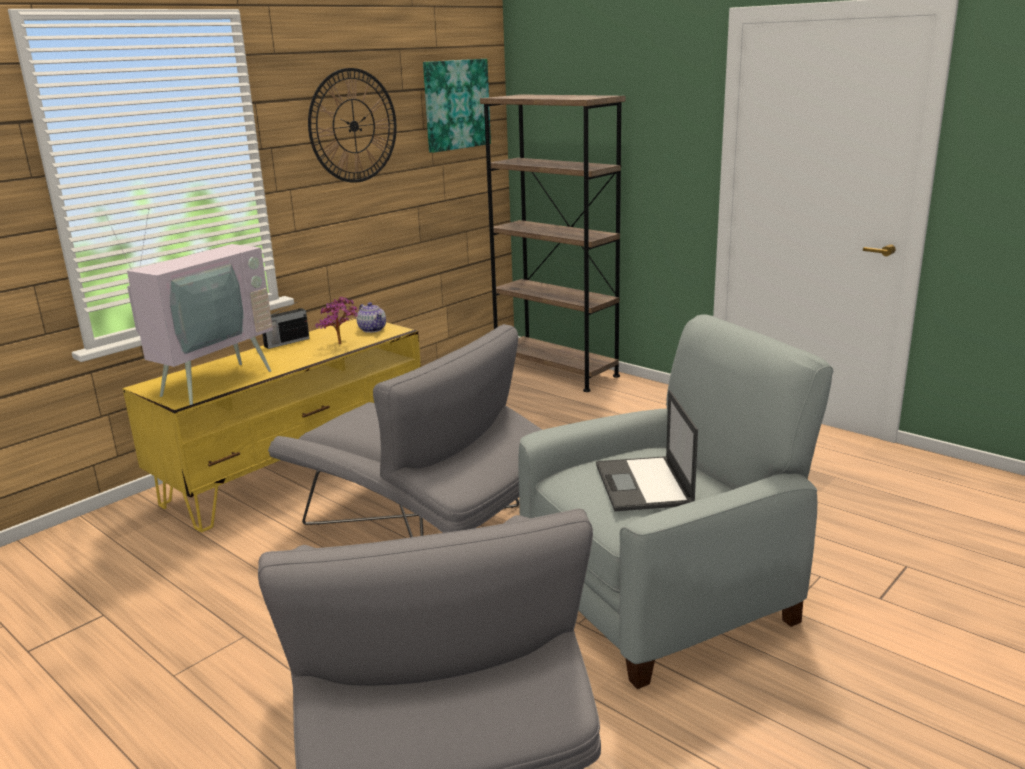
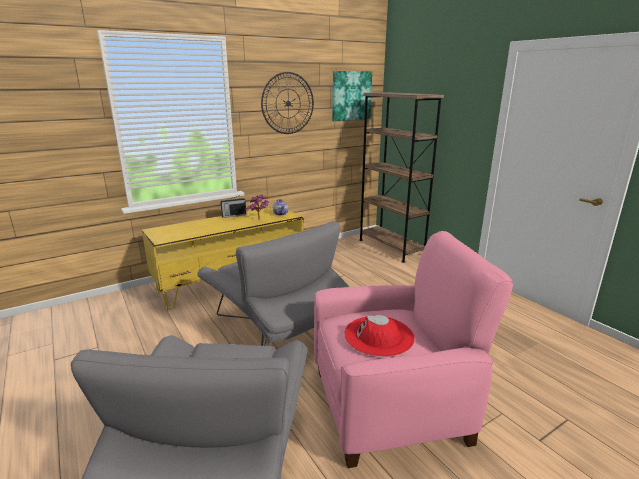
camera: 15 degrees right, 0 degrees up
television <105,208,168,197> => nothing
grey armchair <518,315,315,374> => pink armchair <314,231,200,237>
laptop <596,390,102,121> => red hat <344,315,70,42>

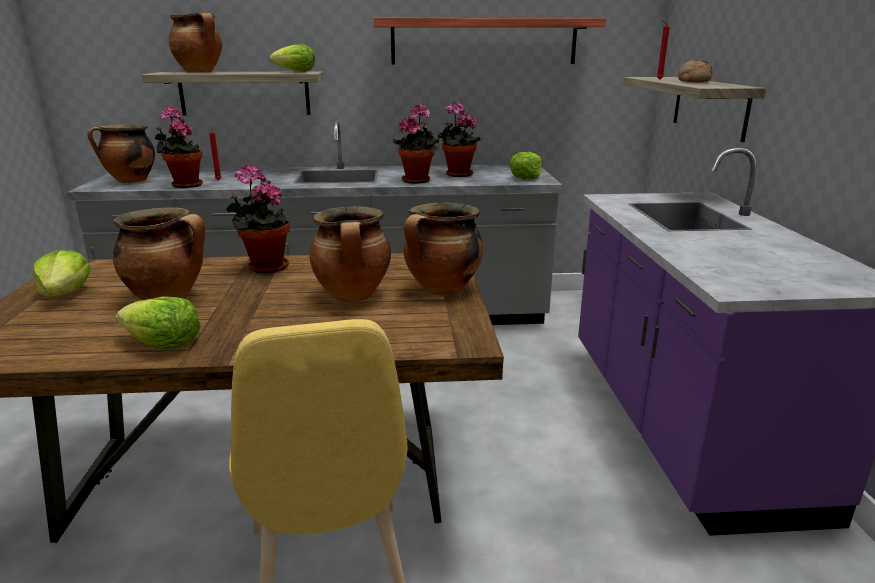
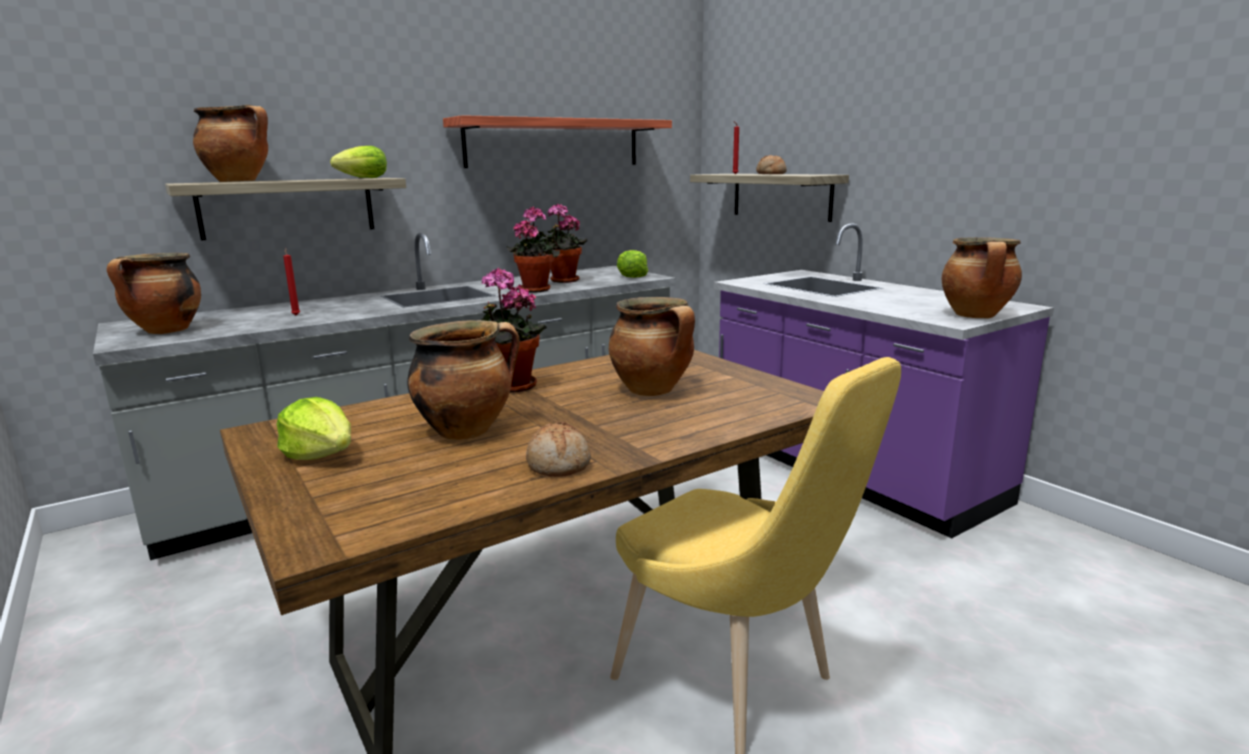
camera: 30 degrees left, 5 degrees down
potted plant <155,106,48,82> => nothing
cooking pot <404,203,79,93> => cooking pot <941,237,81,81>, moved
lettuce <115,296,86,54> => bread <526,422,65,55>

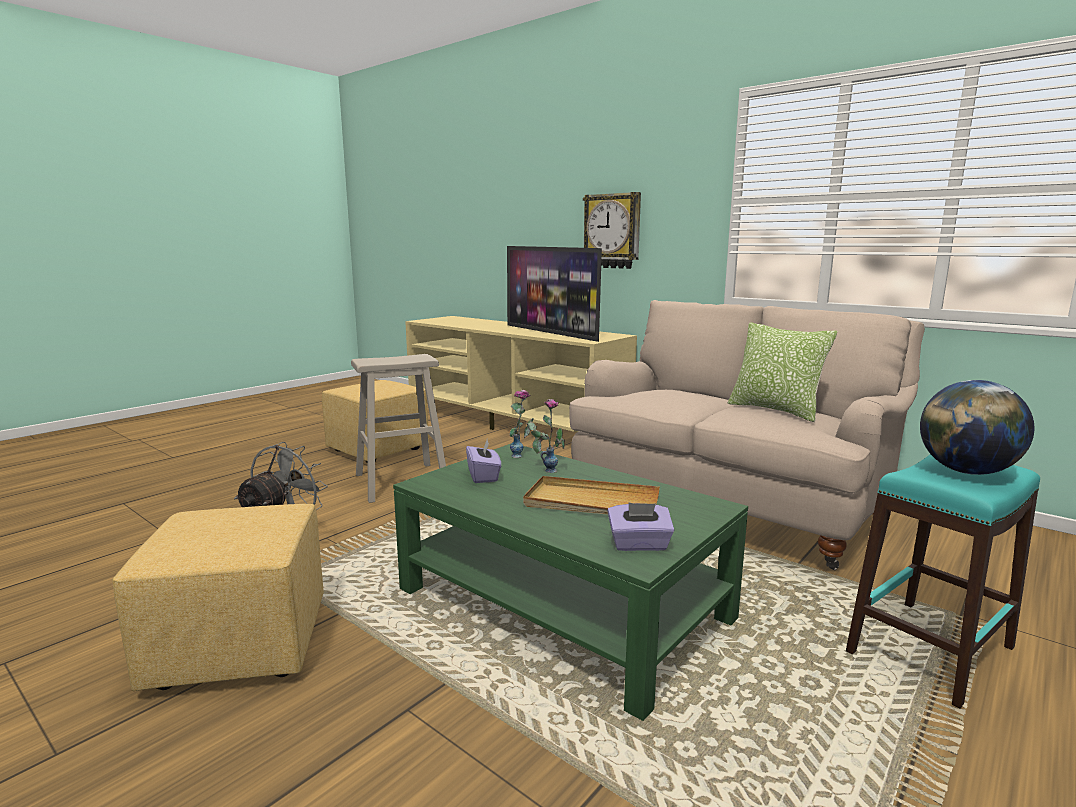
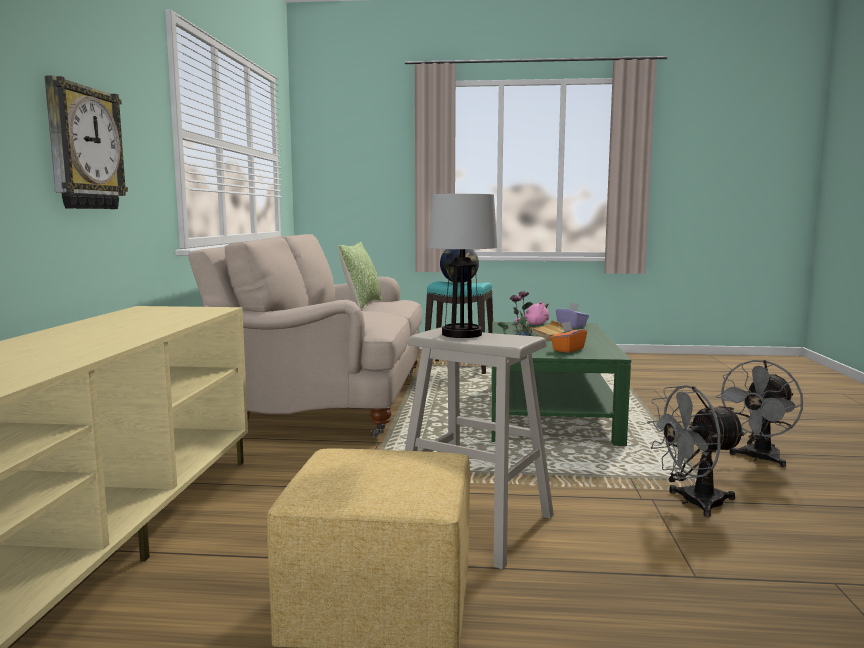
camera: 125 degrees left, 5 degrees down
television <507,246,95,96> => nothing
purple tissue box <466,440,35,43> => orange tissue box <550,322,37,31>
yellow ottoman <112,504,212,187> => grey fan <715,360,88,107>
nothing => table lamp <428,194,69,144>
nothing => pink plush toy <514,302,35,23>

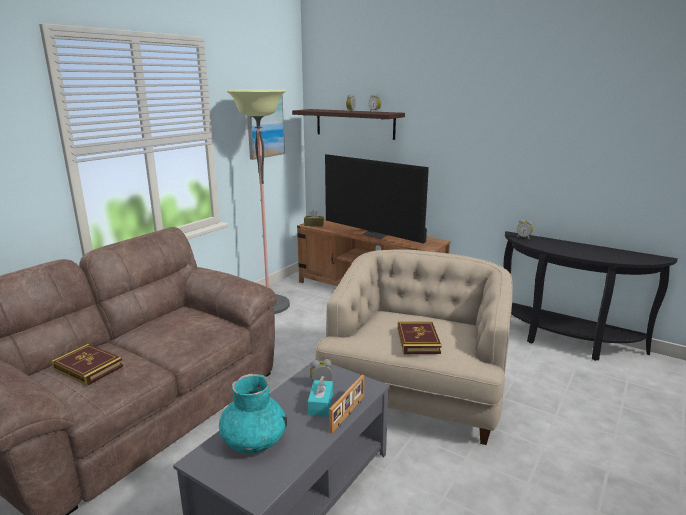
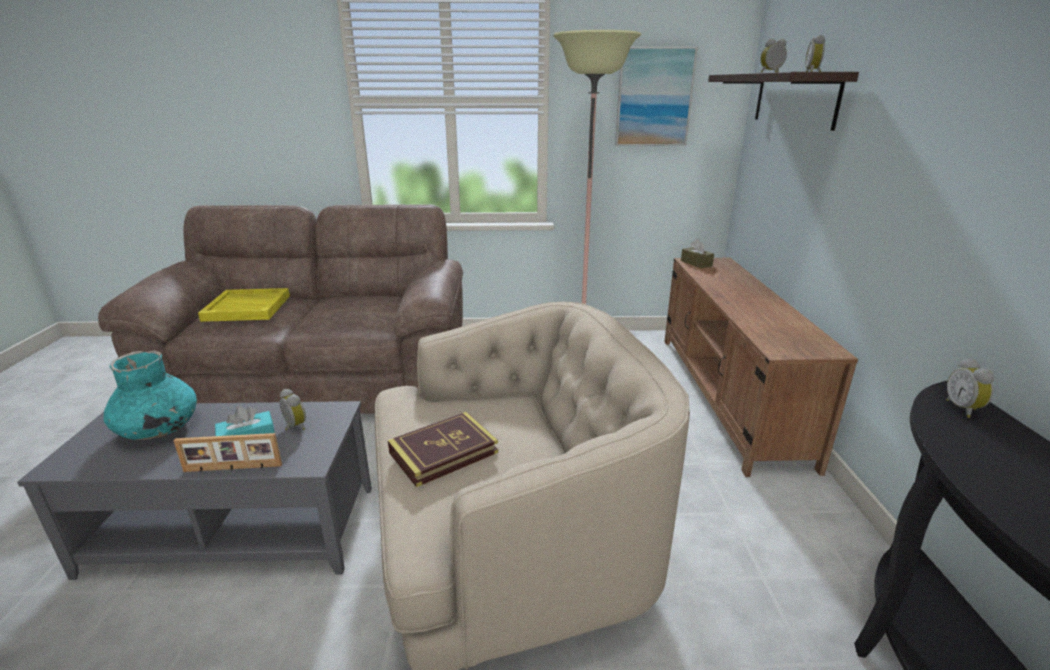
camera: 55 degrees right, 5 degrees up
television <325,154,104,90> => nothing
book <51,344,72,42> => yellow tray <198,288,92,34>

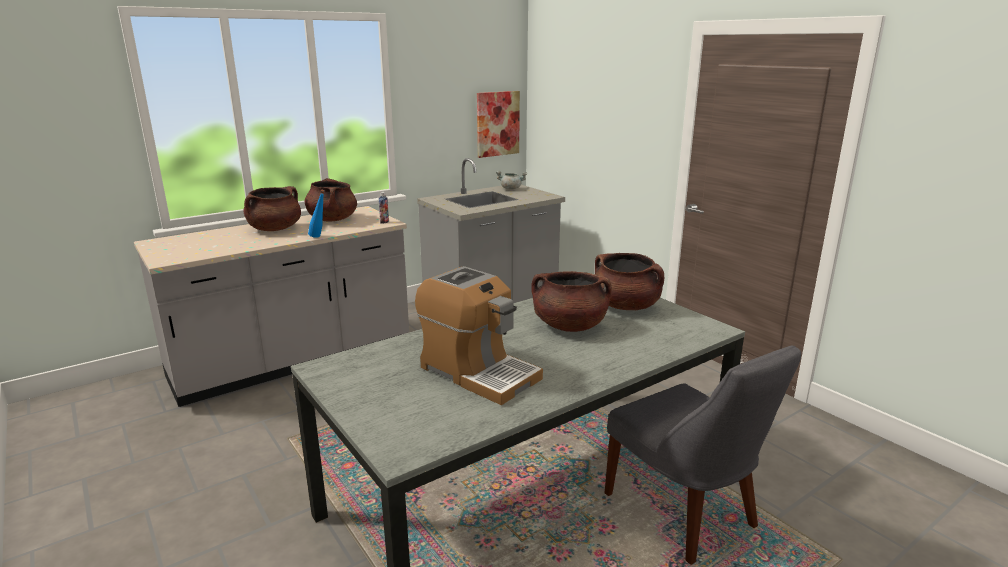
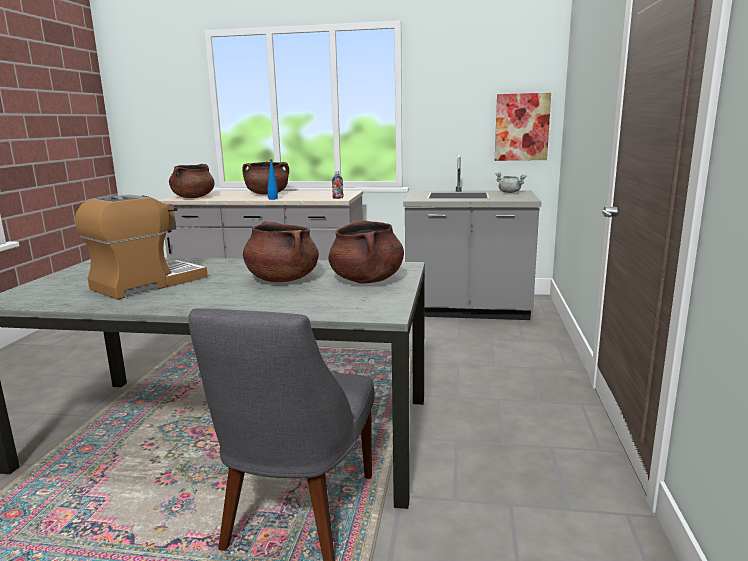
camera: 45 degrees right, 5 degrees down
brown cooking pot <305,178,52,43> => brown cooking pot <169,164,46,34>, moved
coffee machine <415,266,128,139> => coffee machine <75,195,133,105>, 135 degrees counterclockwise

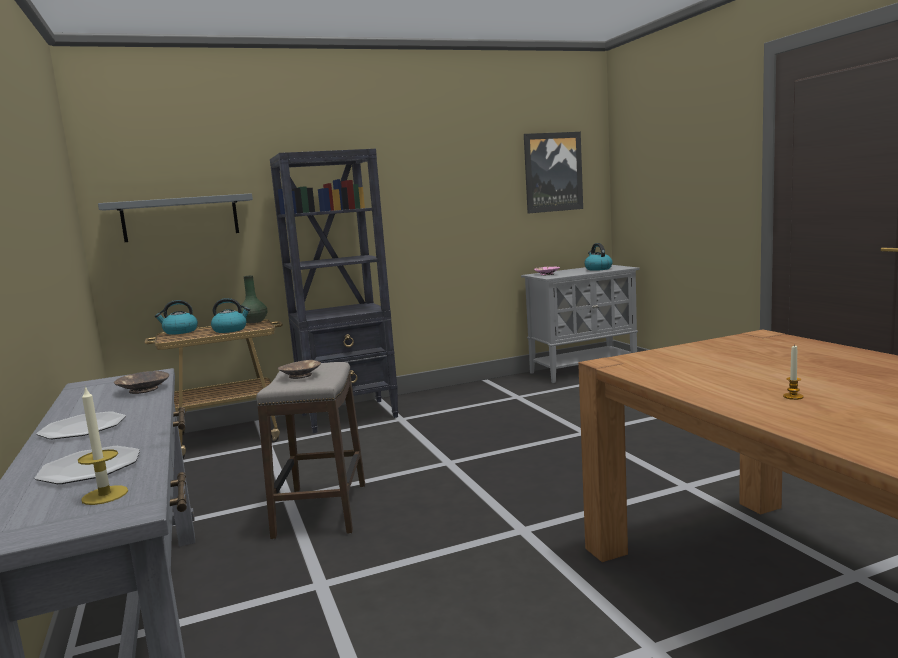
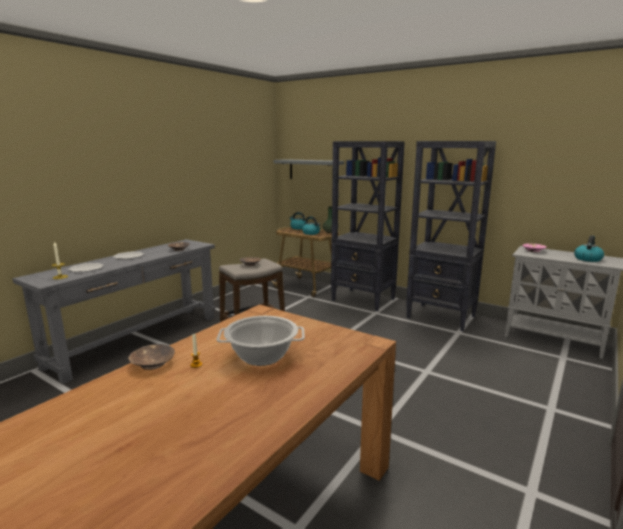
camera: 55 degrees right, 5 degrees up
picture <524,132,59,81> => nothing
nothing => black bookcase <406,141,90,190>
nothing => cooking pot <217,316,88,50>
nothing => brown bowl <128,344,47,26>

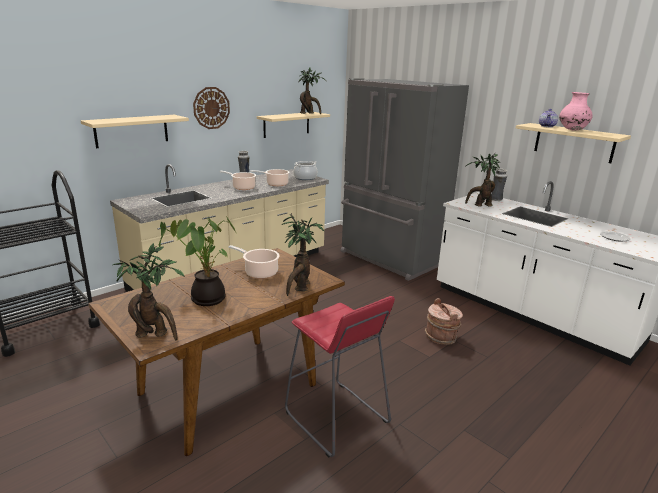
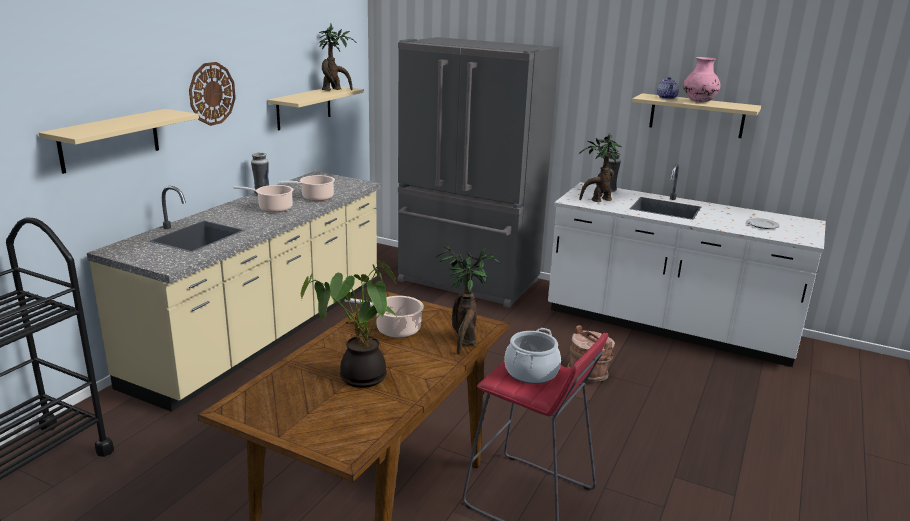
camera: 20 degrees left, 0 degrees up
cooking pot <293,161,24,19> => cooking pot <504,328,57,56>, moved
potted plant <113,243,72,98> => nothing

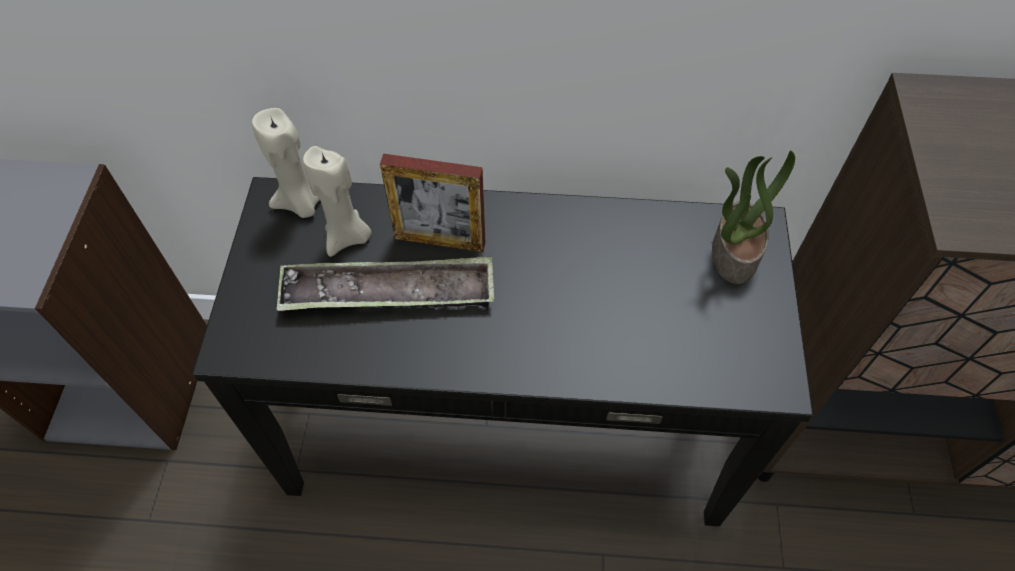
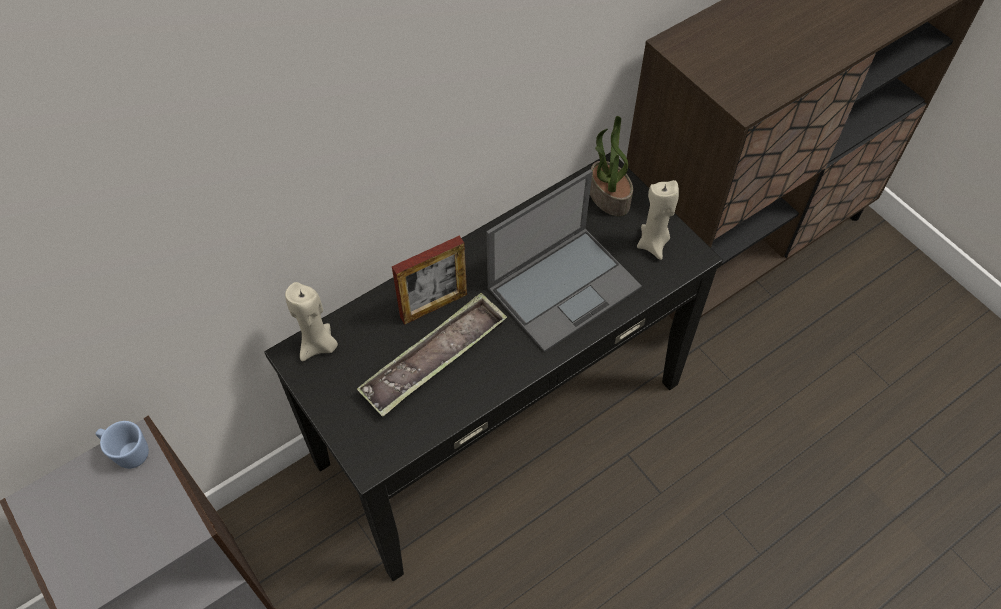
camera: 40 degrees left, 0 degrees up
beige candle <303,146,69,111> => beige candle <637,180,42,80>, moved
nothing => laptop <487,169,155,183>
nothing => blue mug <96,421,53,48>

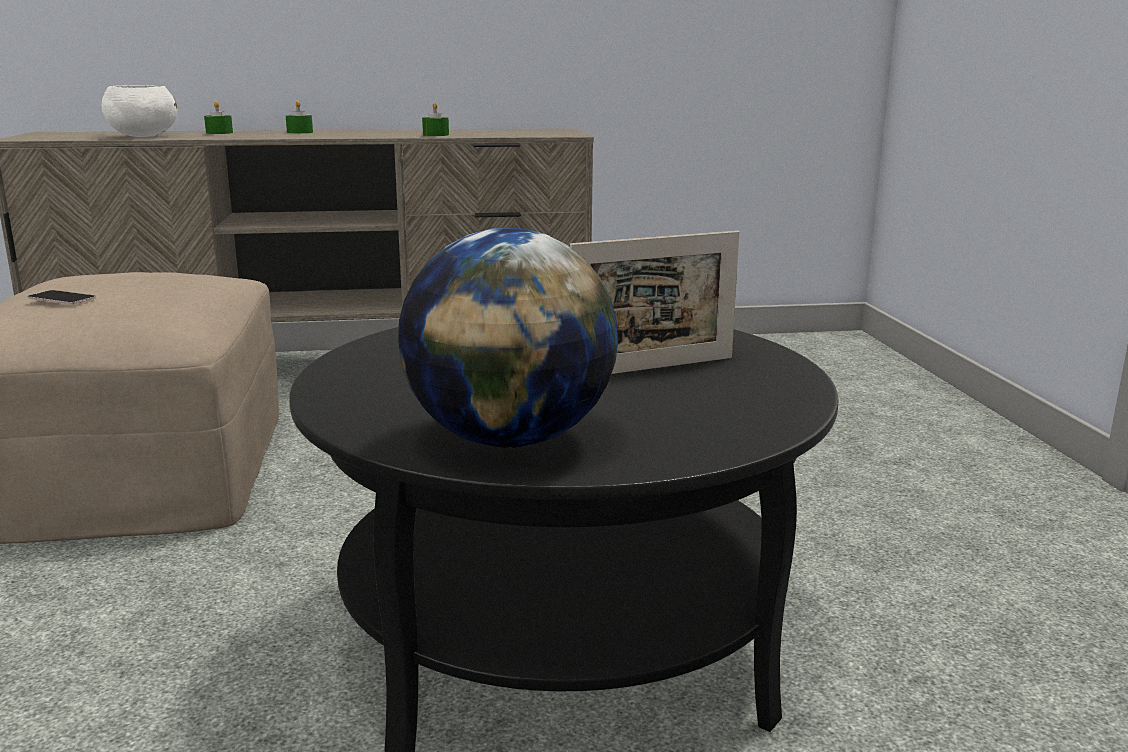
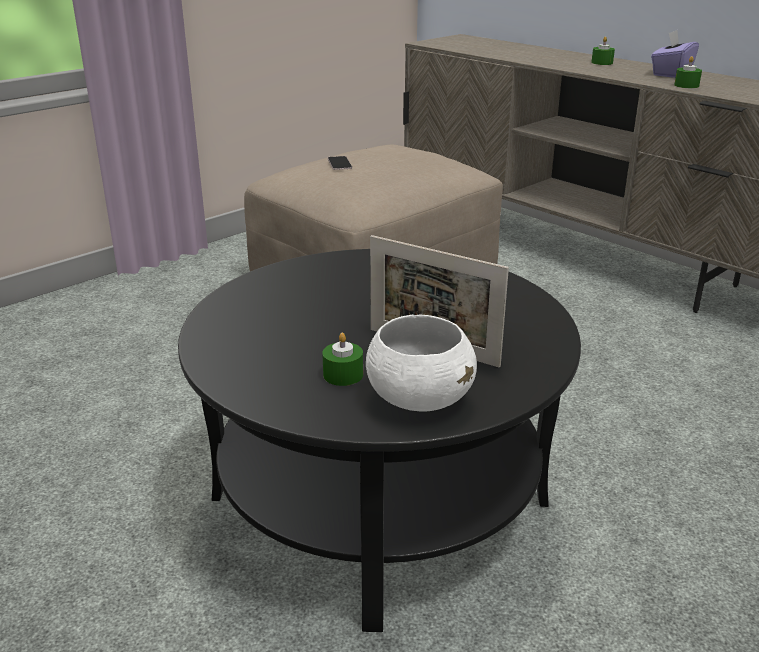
camera: 55 degrees right, 10 degrees up
white bowl <101,85,76,52> => white bowl <366,314,111,98>, moved
green candle <204,101,29,33> => green candle <322,333,41,53>, moved
globe <398,227,220,221> => nothing
nothing => purple tissue box <651,30,48,48>

